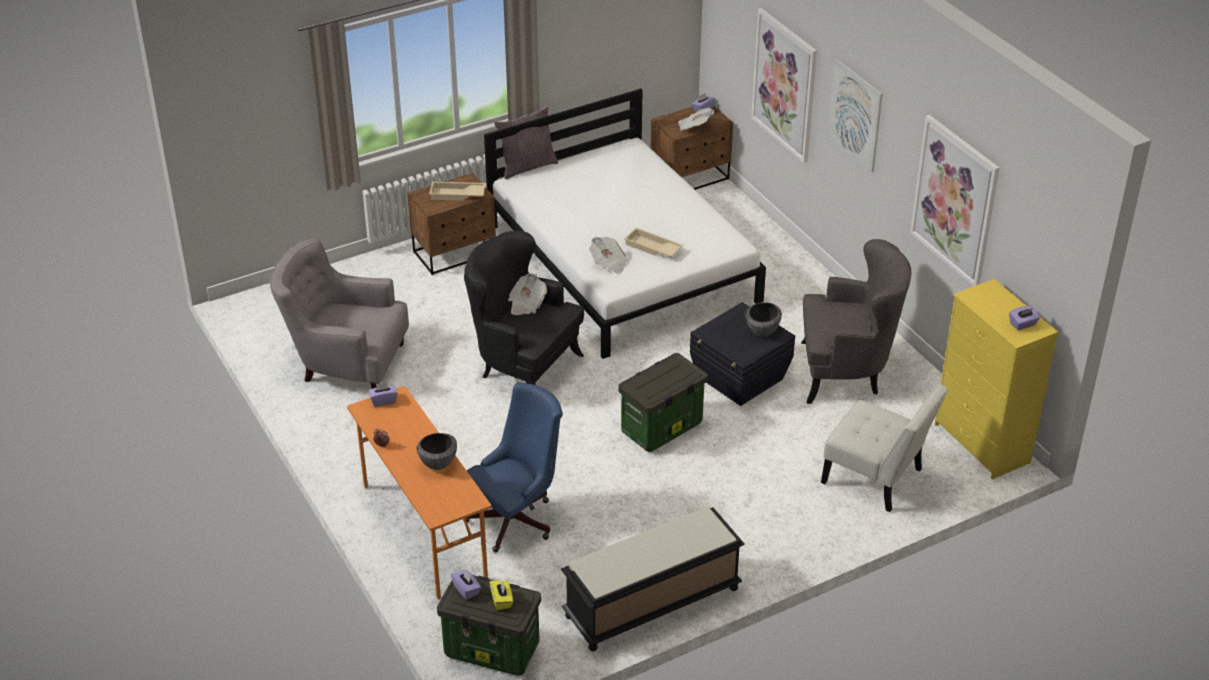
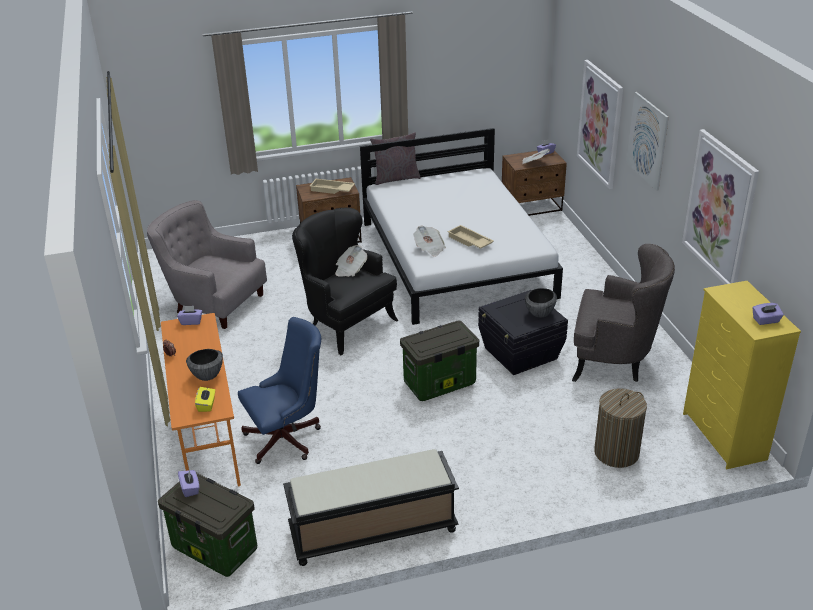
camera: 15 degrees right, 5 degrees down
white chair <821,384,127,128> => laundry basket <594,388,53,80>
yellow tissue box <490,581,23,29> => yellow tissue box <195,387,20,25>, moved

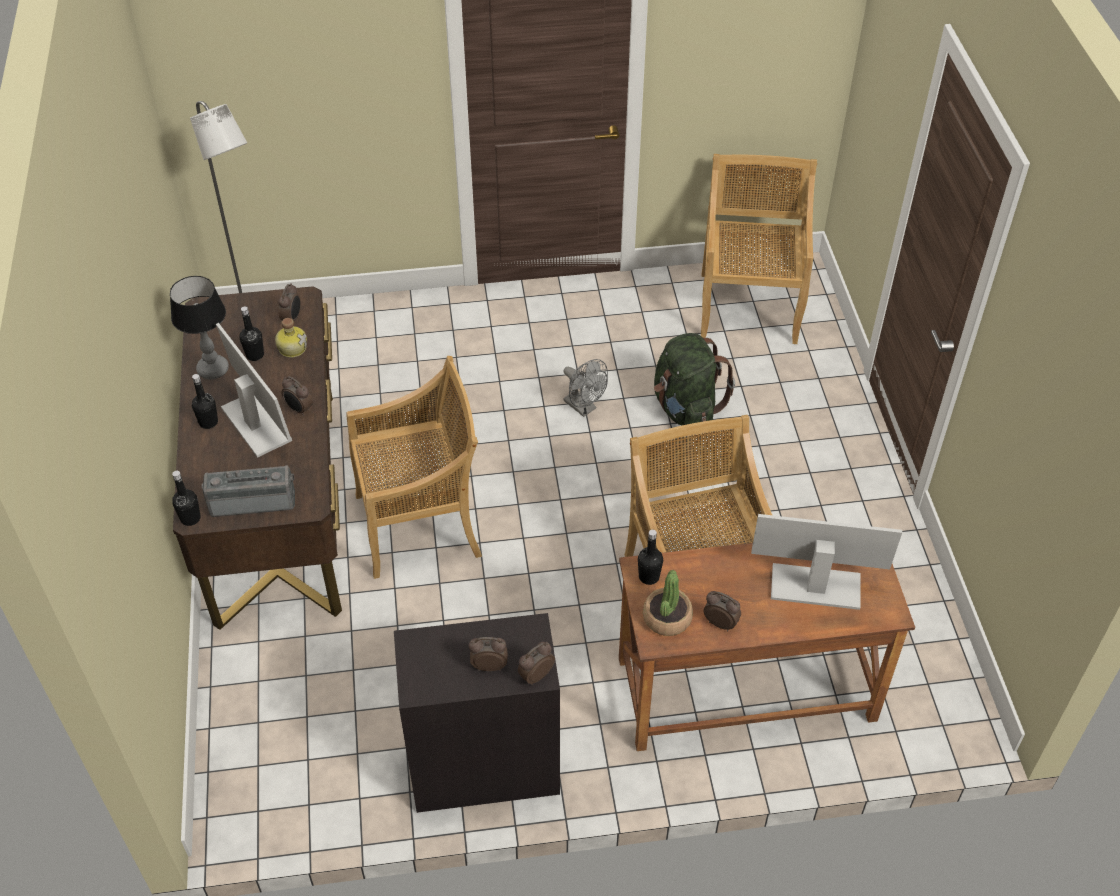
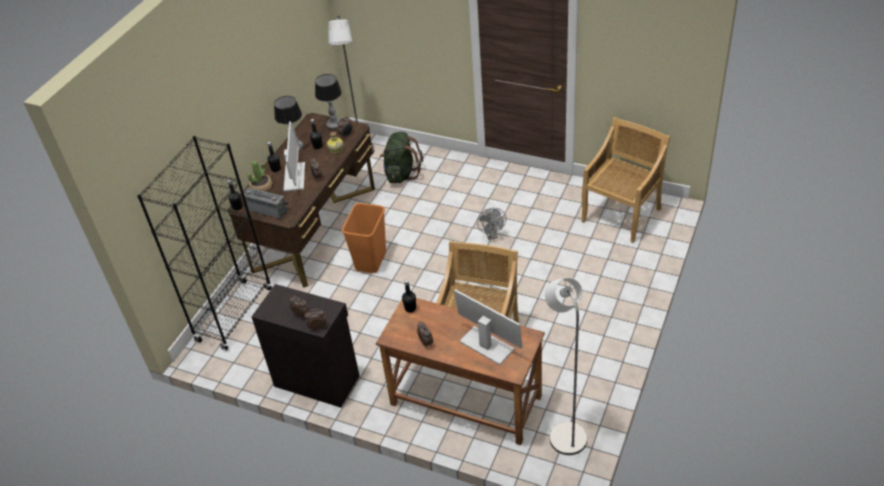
camera: 35 degrees right, 5 degrees down
green backpack <654,333,81,92> => green backpack <380,132,43,51>, moved
beige chair <347,356,135,223> => orange trash can <342,203,44,70>
potted plant <643,570,50,66> => potted plant <248,161,24,31>, moved
nothing => table lamp <315,74,27,55>
nothing => black bookcase <137,136,135,214>
nothing => grey floor lamp <545,278,42,177>

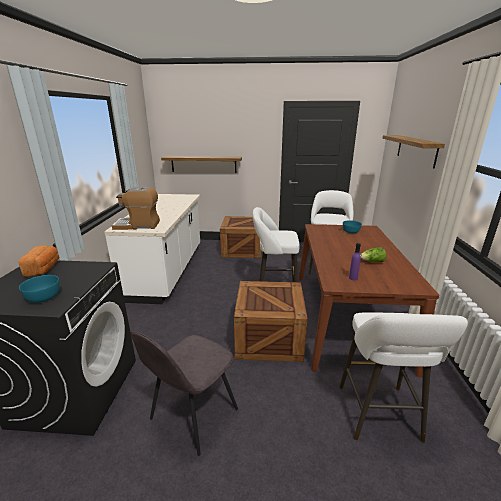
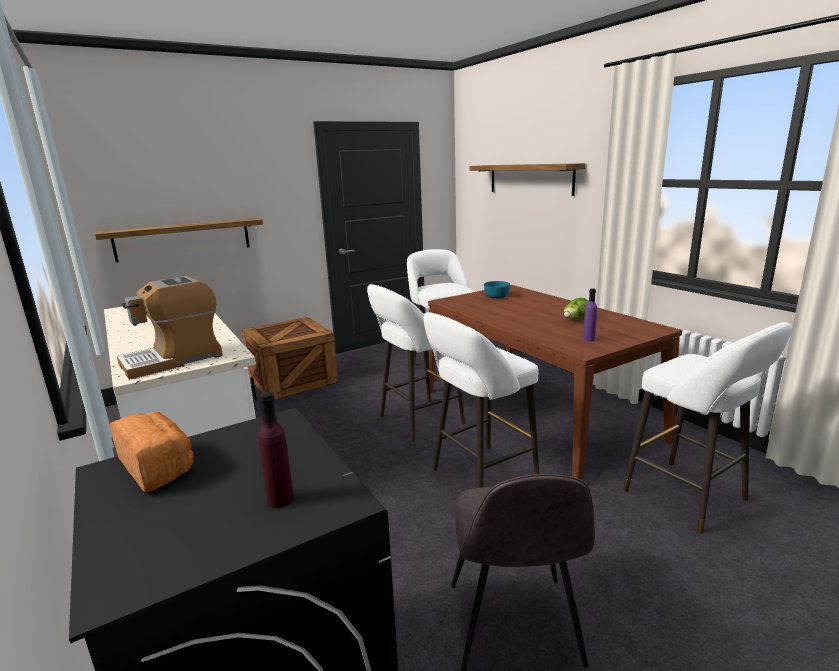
camera: 35 degrees left, 5 degrees down
turquoise bowl <19,275,41,28> => purple bottle <258,392,36,116>
crate <234,281,74,81> => white stool <424,312,115,176>

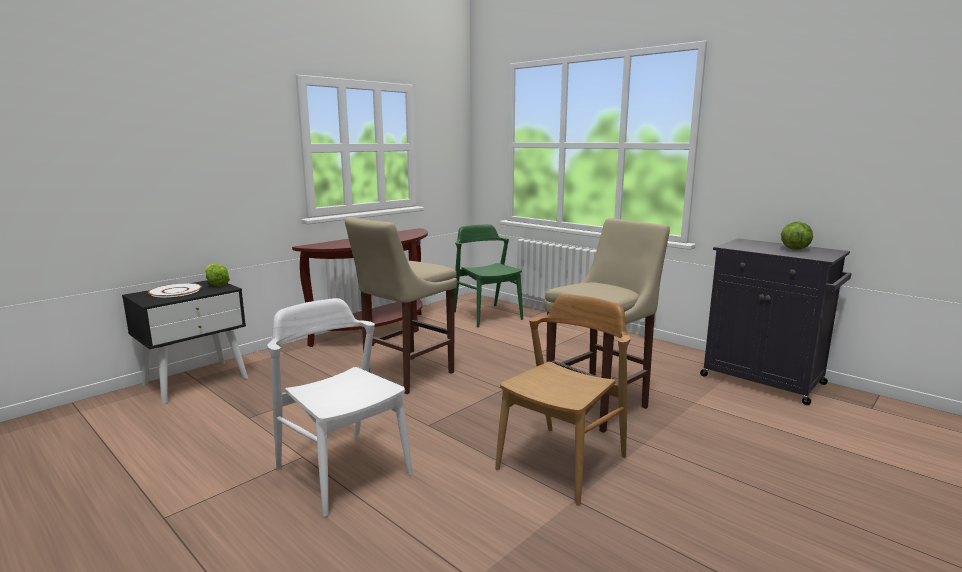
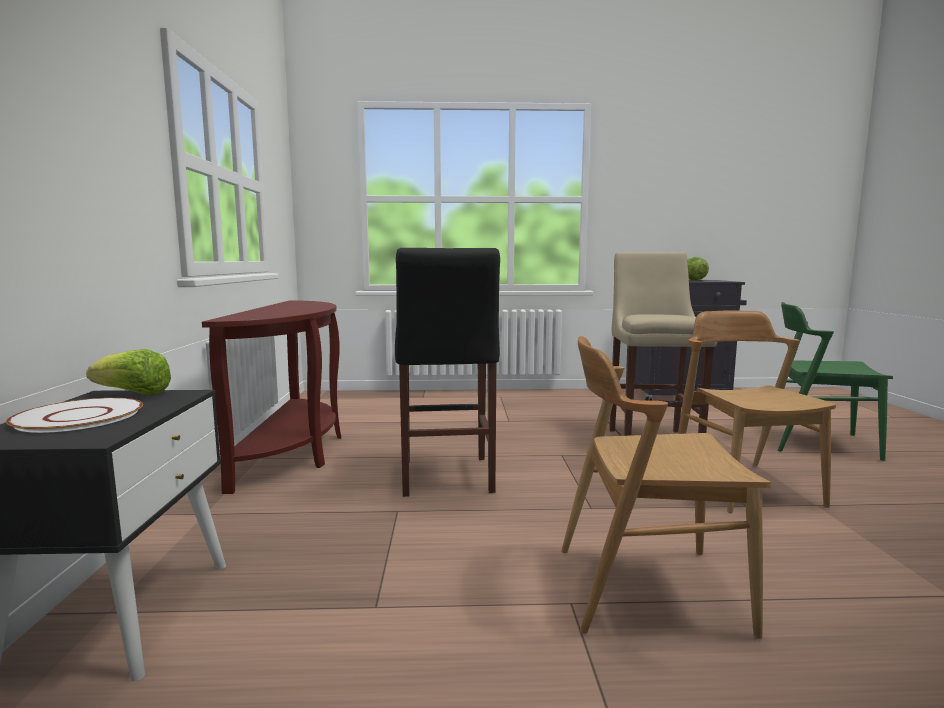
camera: 45 degrees left, 5 degrees down
beige stool <345,217,112,177> => black stool <395,248,105,249>
green chair <454,224,69,104> => green chair <762,302,131,159>, moved
white chair <267,298,145,219> => brown chair <561,336,210,303>

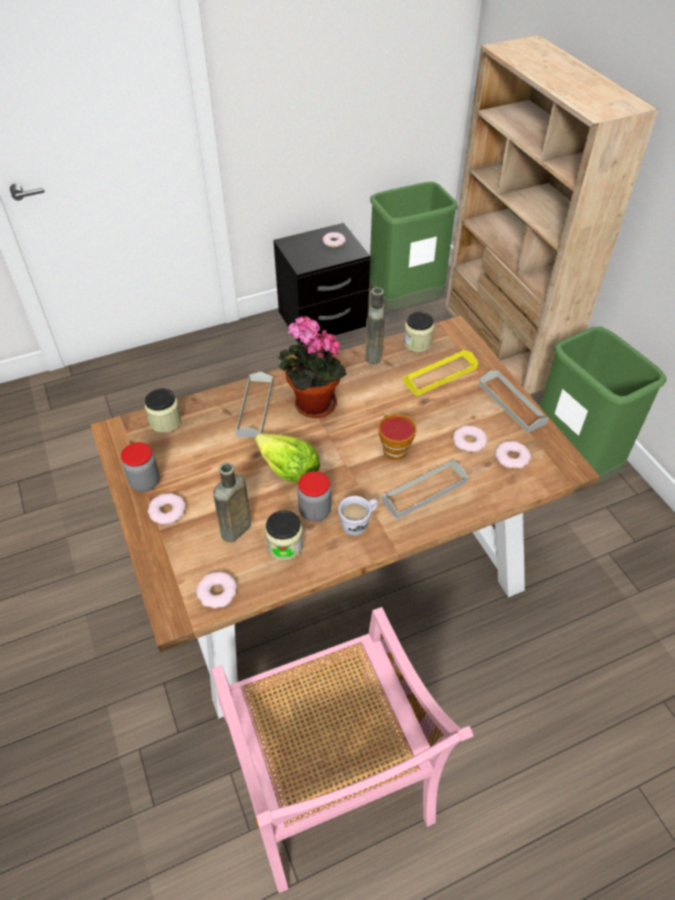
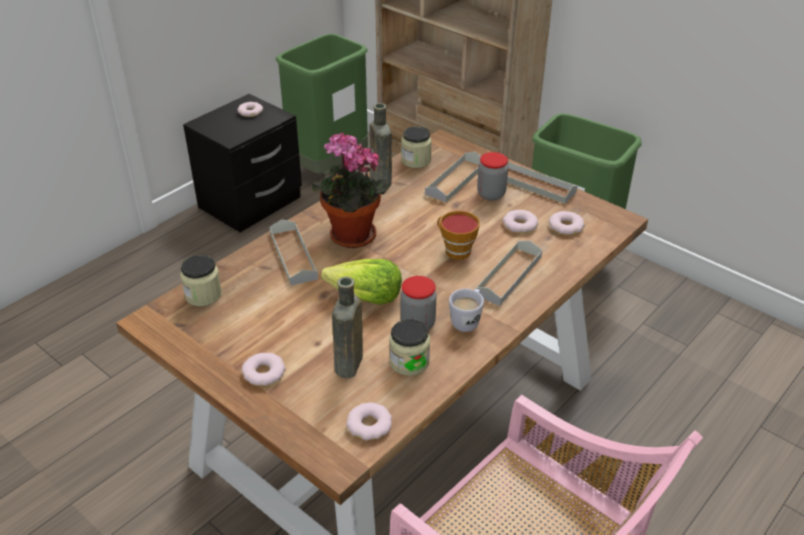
camera: 25 degrees left, 10 degrees down
yellow tray <403,350,75,46> => grey tray <425,152,56,51>
jar <121,442,39,50> => jar <477,152,31,49>, moved

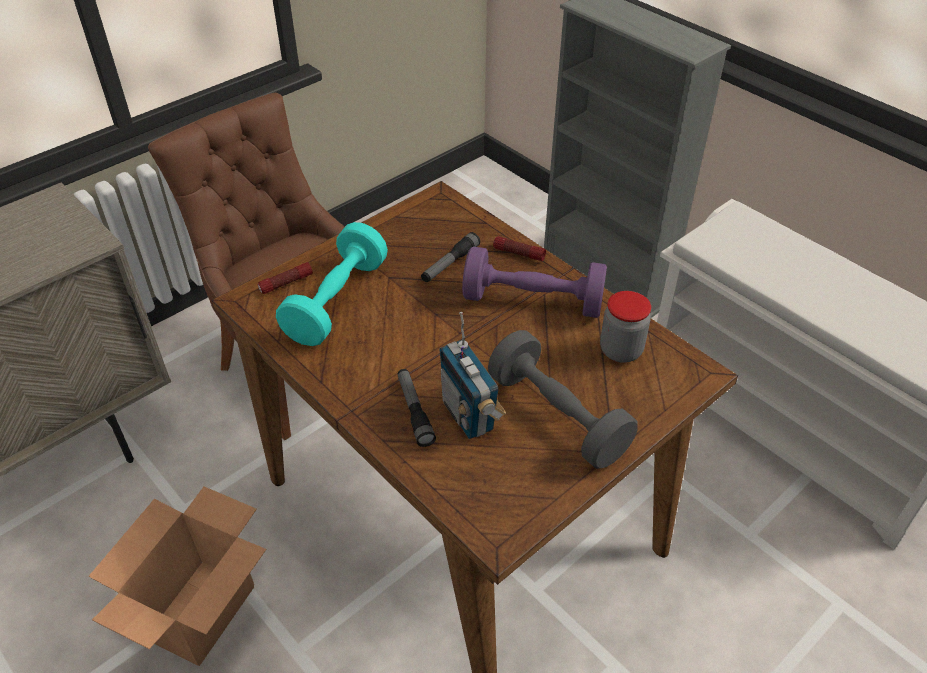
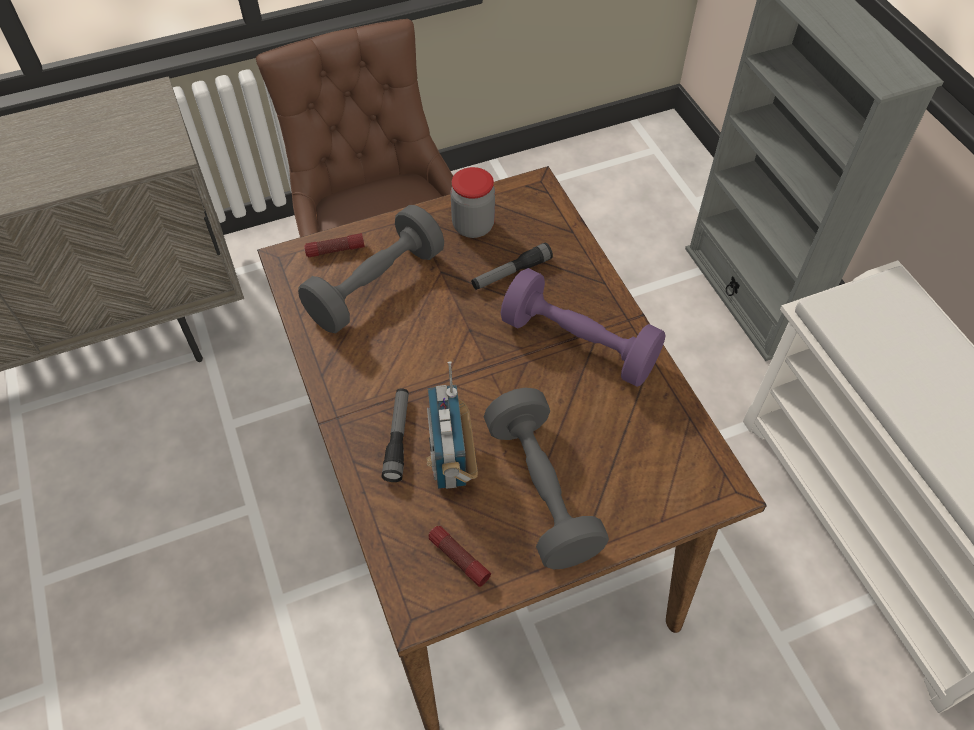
camera: 20 degrees right, 10 degrees up
turquoise dumbbell <276,222,112,124> => grey dumbbell <298,205,146,128>
flashlight <493,236,53,25> => flashlight <429,526,62,61>, moved
jar <600,291,51,72> => jar <450,167,45,71>, moved
cardboard box <89,487,178,179> => nothing

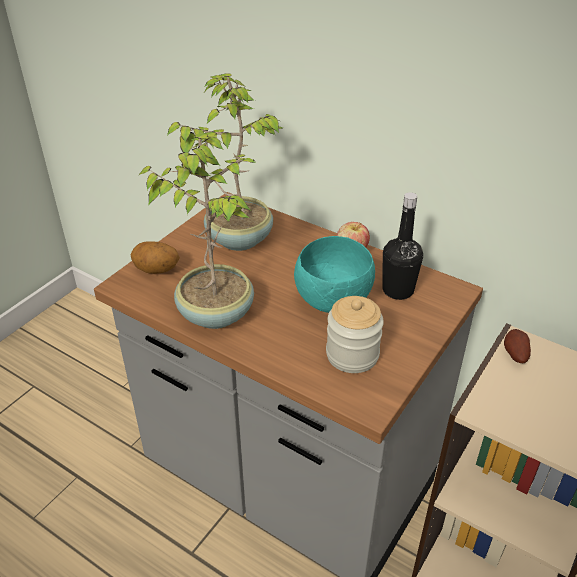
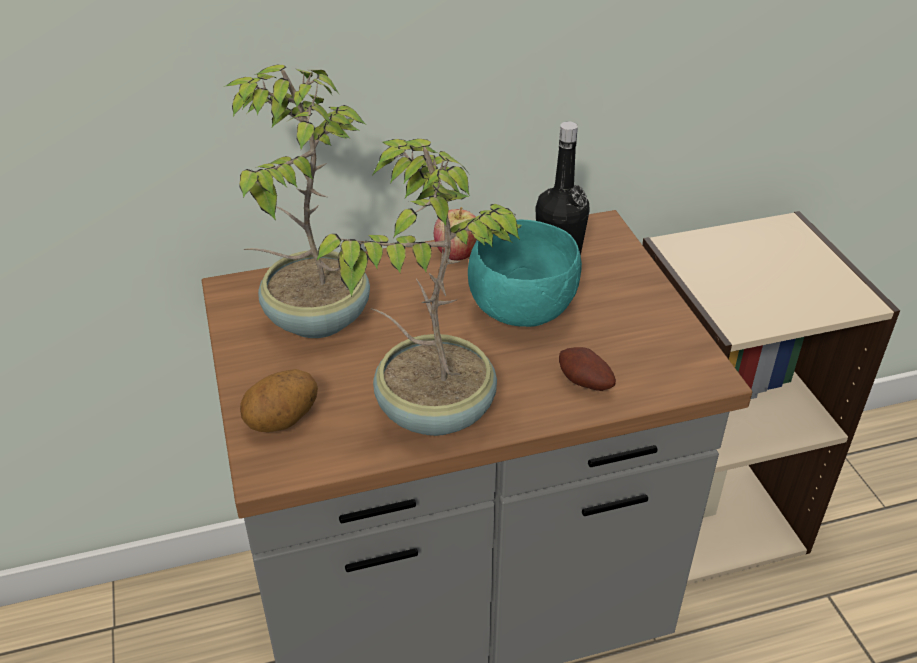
camera: 50 degrees left, 0 degrees up
jar <326,296,58,77> => nothing
potato <504,329,27,34> => potato <559,347,57,44>, moved

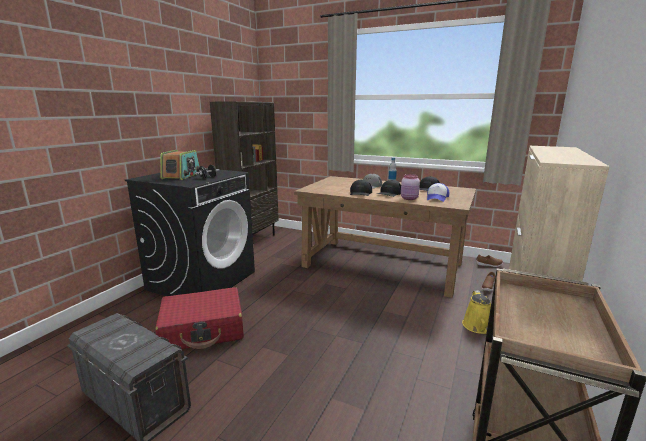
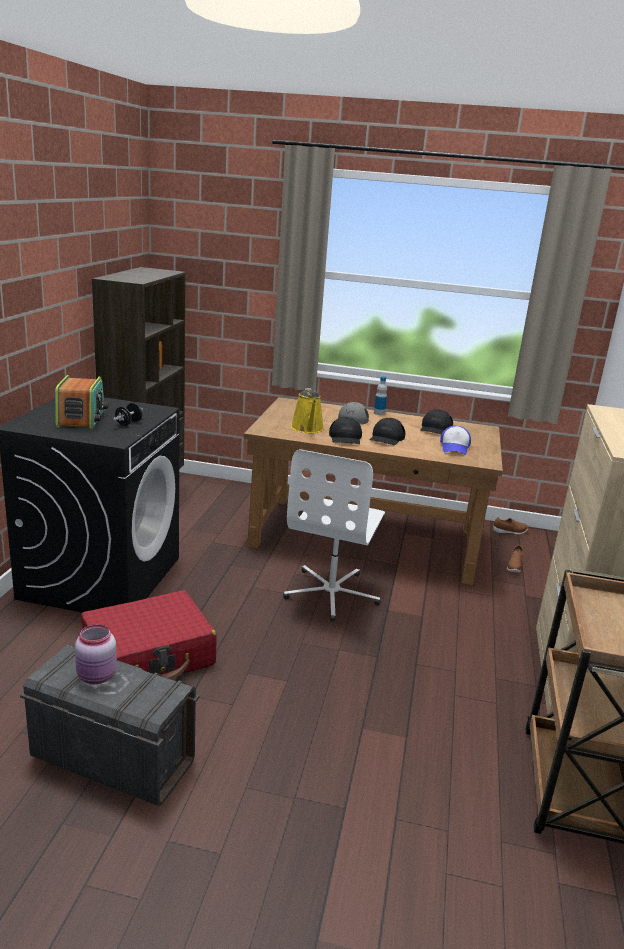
camera: 15 degrees left, 5 degrees up
pink jar <401,174,19,26> => pink jar <75,624,42,60>, moved
yellow watering can <462,290,29,44> => yellow watering can <291,388,33,45>, moved
nothing => white office chair <283,449,102,172>

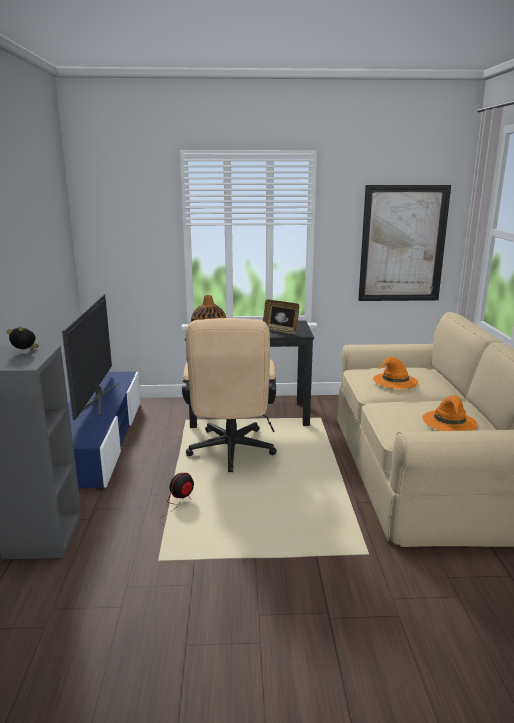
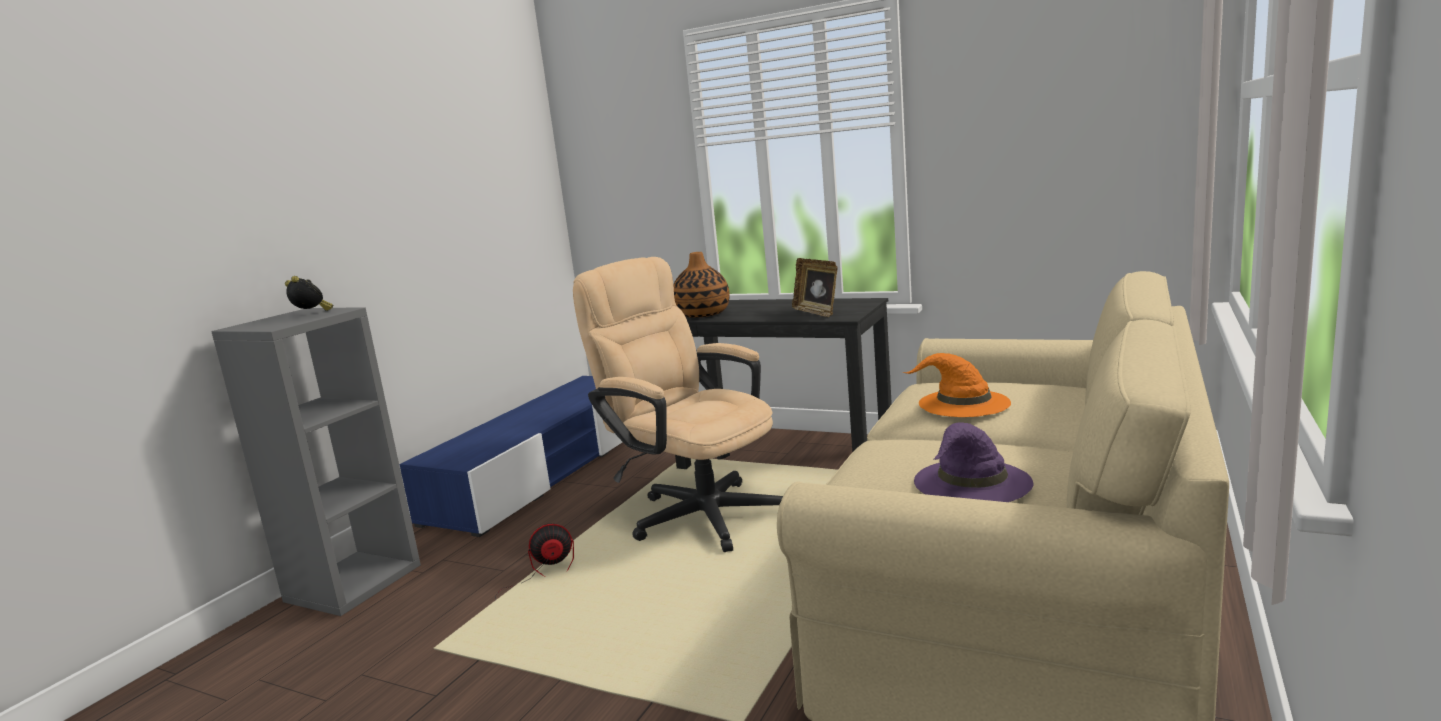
camera: 30 degrees right, 5 degrees down
picture <358,185,93,116> => nothing
television <62,294,57,126> => nothing
beige office chair <182,318,95,154> => beige office chair <573,257,210,295>, 105 degrees clockwise
orange hat <422,395,56,36> => purple hat <914,422,119,80>

